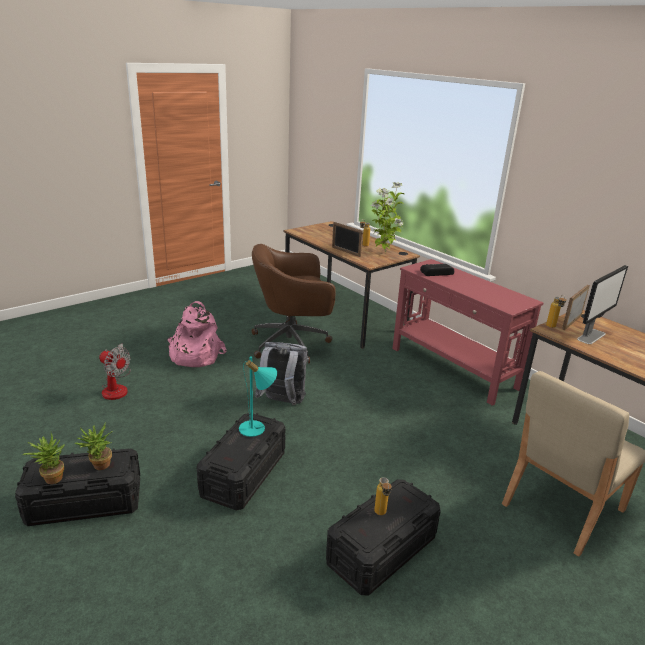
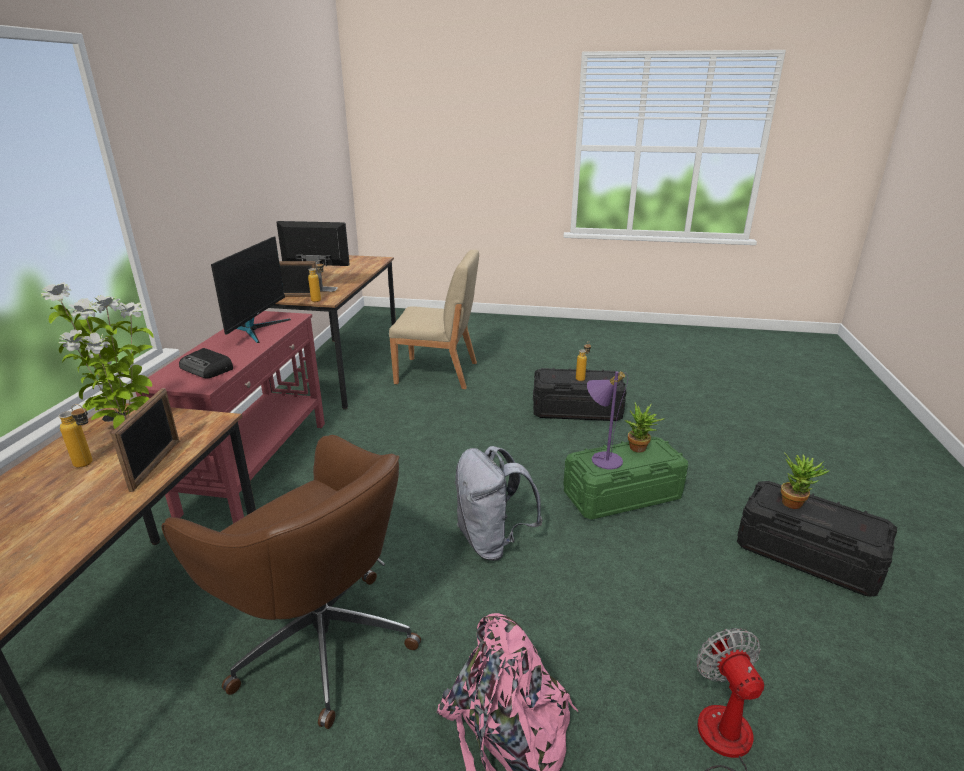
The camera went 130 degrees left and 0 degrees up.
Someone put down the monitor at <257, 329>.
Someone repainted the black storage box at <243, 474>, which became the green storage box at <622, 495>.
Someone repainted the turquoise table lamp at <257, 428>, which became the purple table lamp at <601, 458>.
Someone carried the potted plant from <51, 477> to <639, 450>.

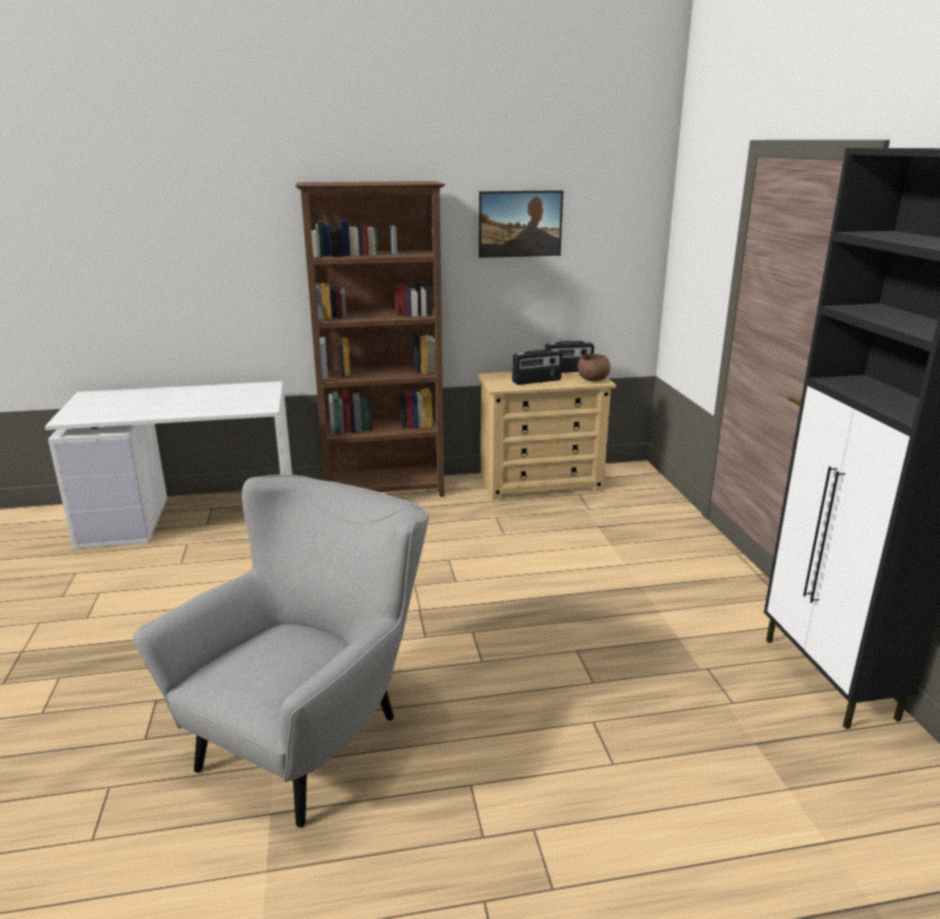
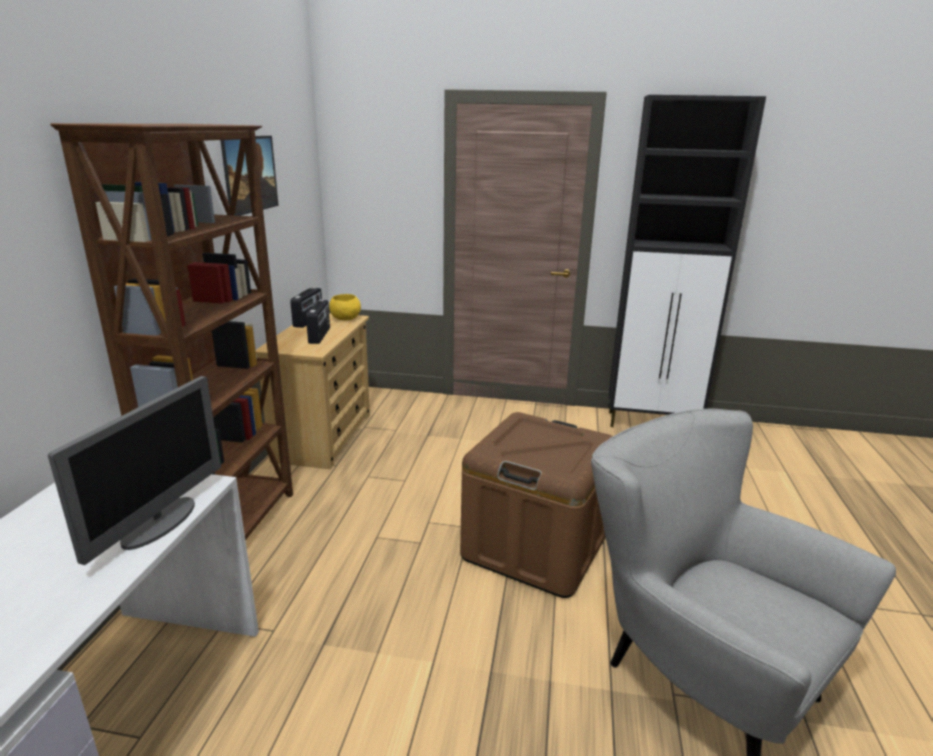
The camera went 70 degrees left and 0 degrees up.
Someone put down the monitor at <160, 522>.
Someone repainted the brown bowl at <592, 379>, which became the yellow bowl at <345, 319>.
Someone put down the brown storage box at <535, 546>.

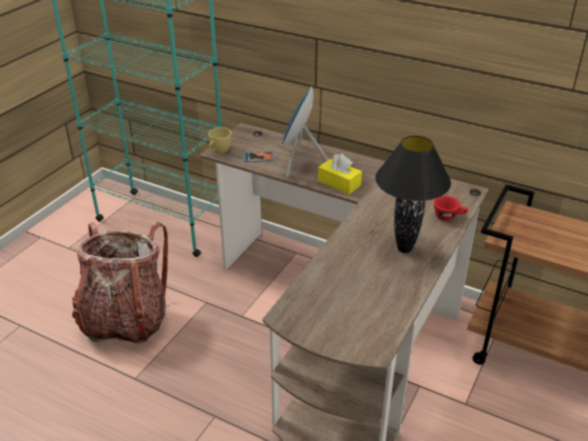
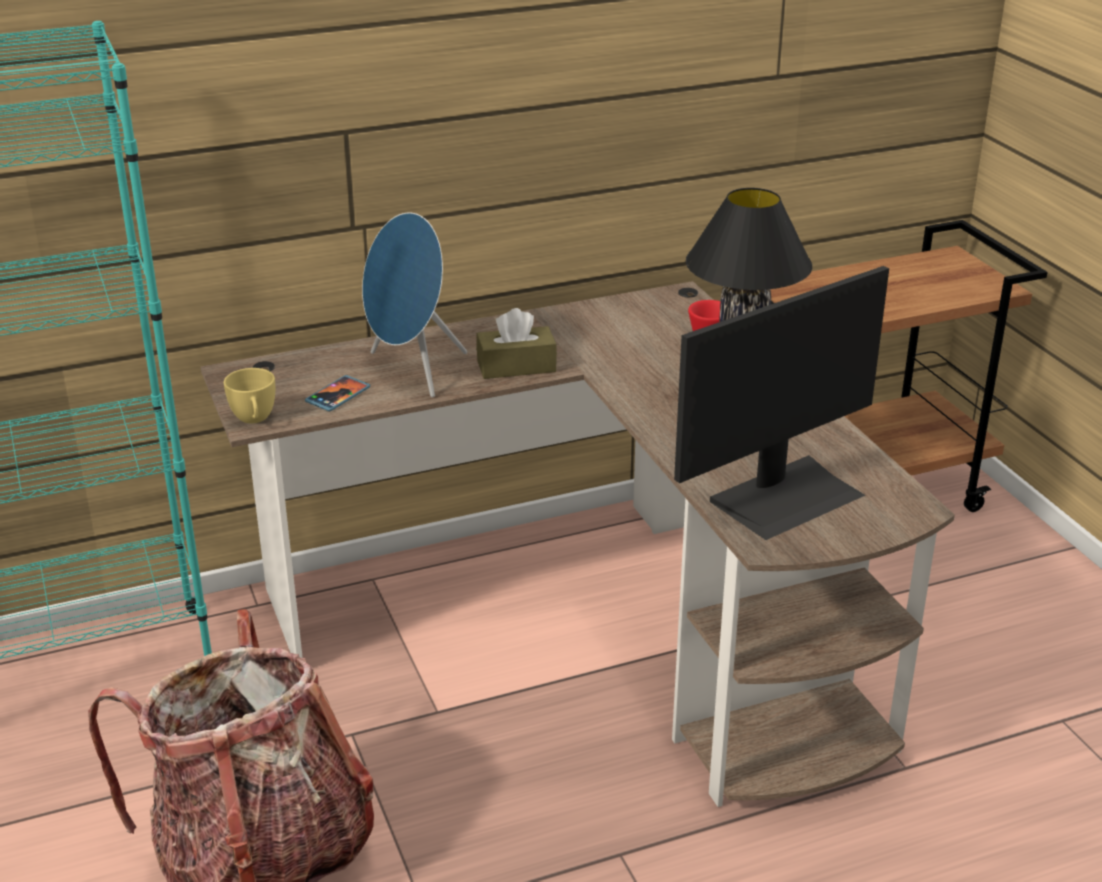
The camera went 50 degrees left and 5 degrees down.
Someone repainted the yellow tissue box at <339, 183>, which became the brown tissue box at <516, 366>.
Someone put down the monitor at <785, 496>.

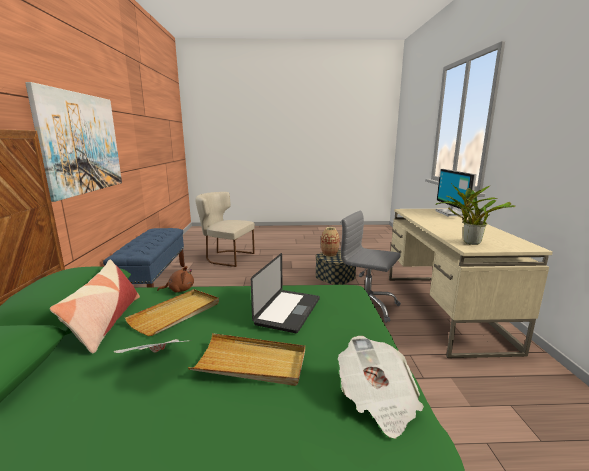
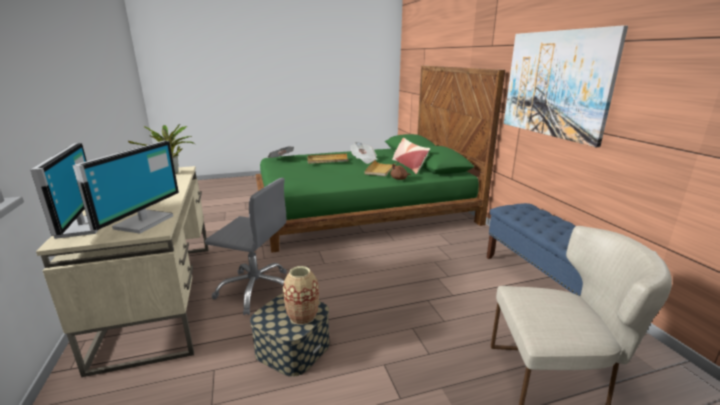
The camera went 165 degrees right and 5 degrees up.
Someone put down the monitor at <142, 222>.
Someone took away the laptop at <288, 311>.

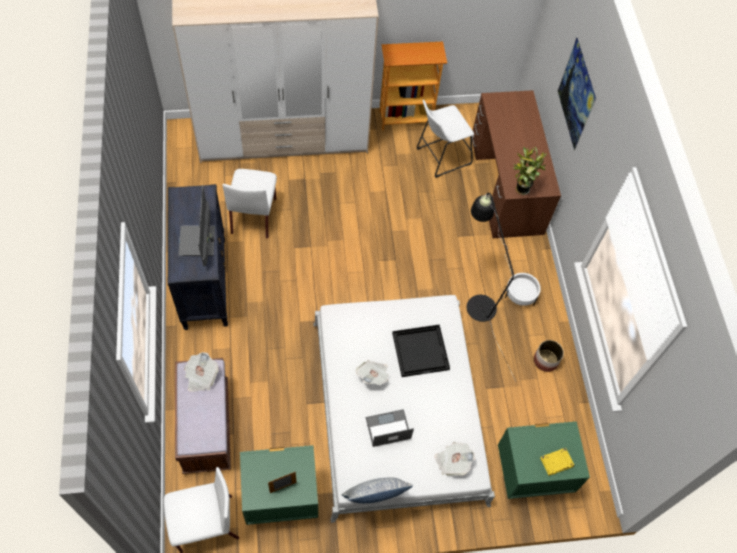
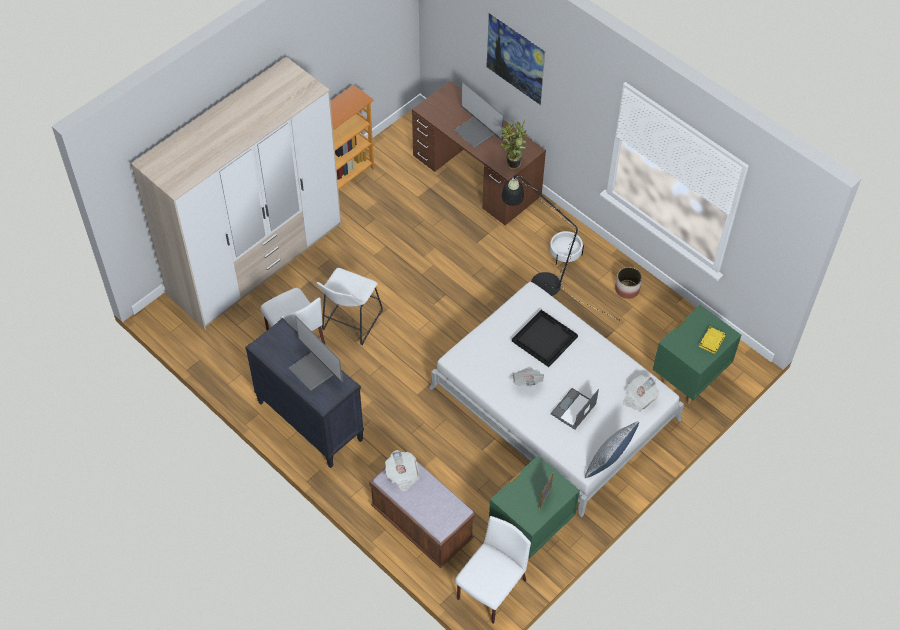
The camera went 35 degrees left and 5 degrees down.
Someone carried the white stool from <440, 157> to <350, 323>.
Someone put down the monitor at <476, 131>.

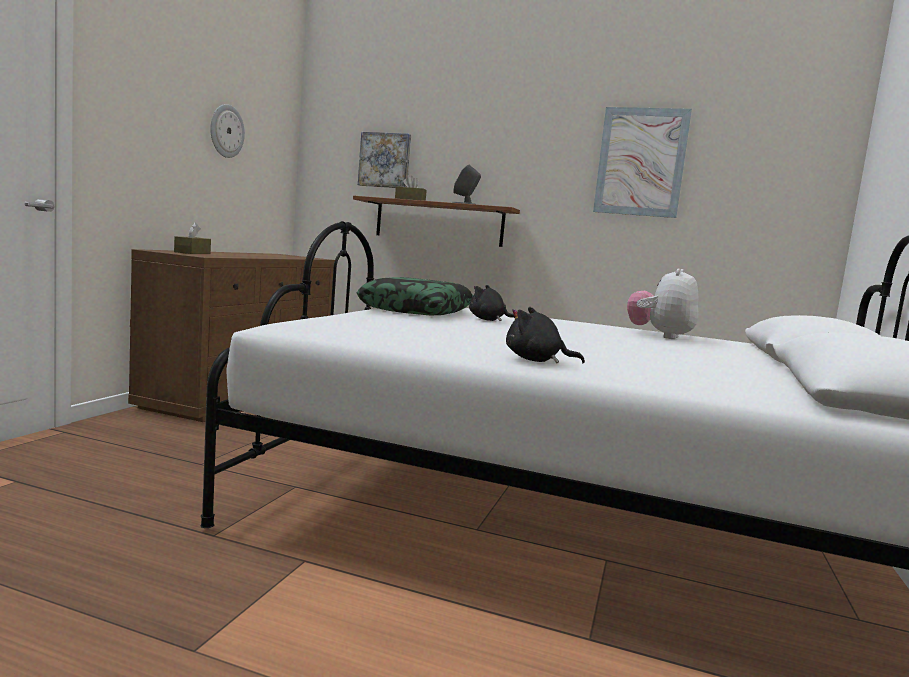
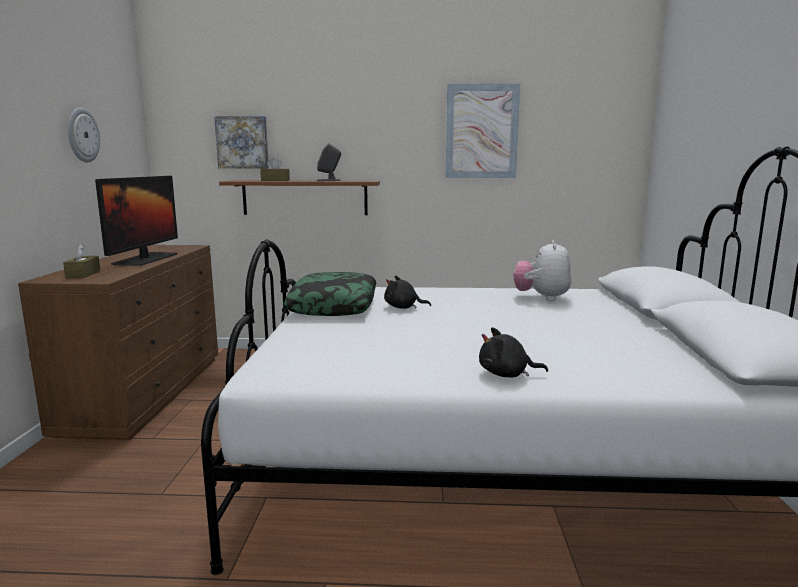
The camera went 15 degrees left and 5 degrees up.
Someone put down the monitor at <146, 259>.

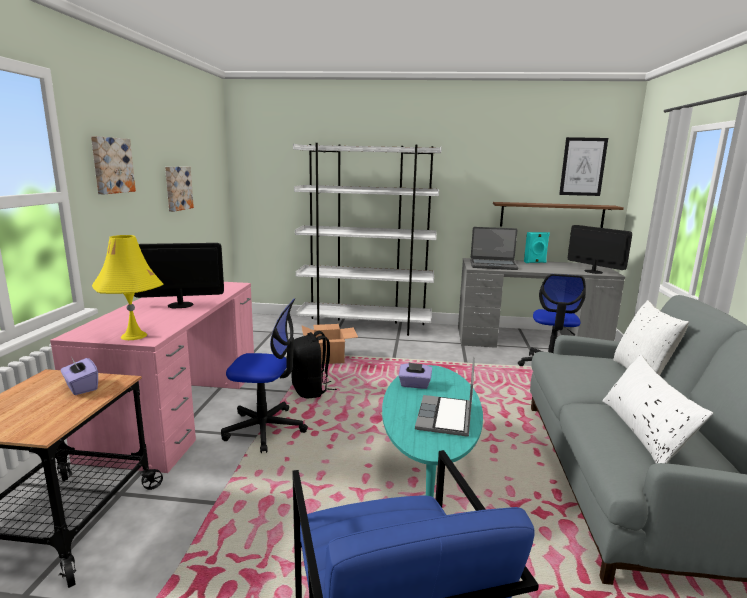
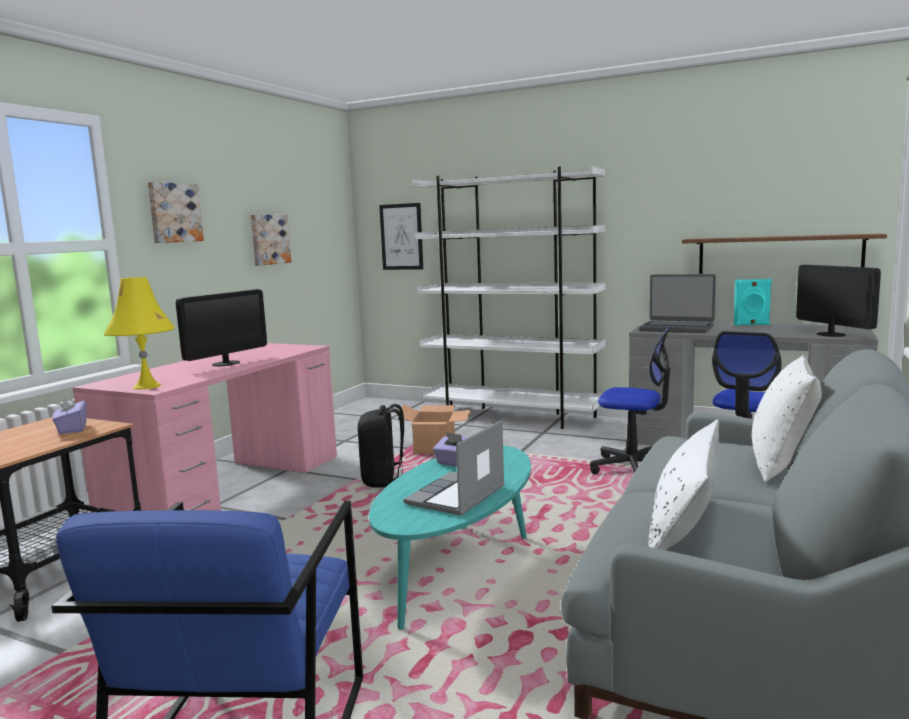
The camera went 20 degrees right and 5 degrees down.
Someone rotated the monitor at <180, 305> by 120 degrees clockwise.
Someone carried the picture from <583, 166> to <401, 237>.
Someone carried the office chair from <265, 429> to <634, 469>.

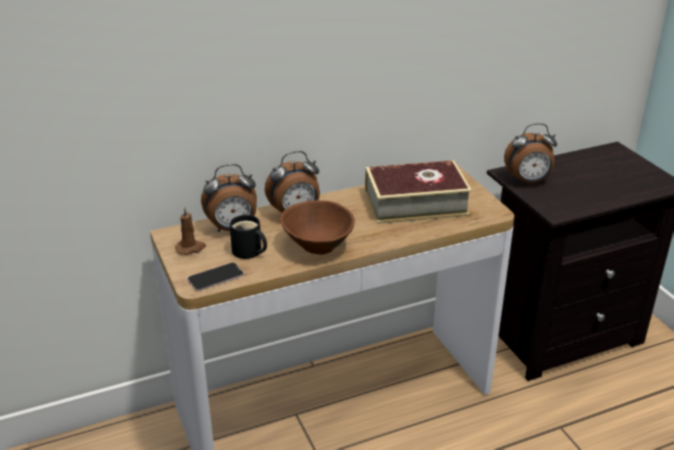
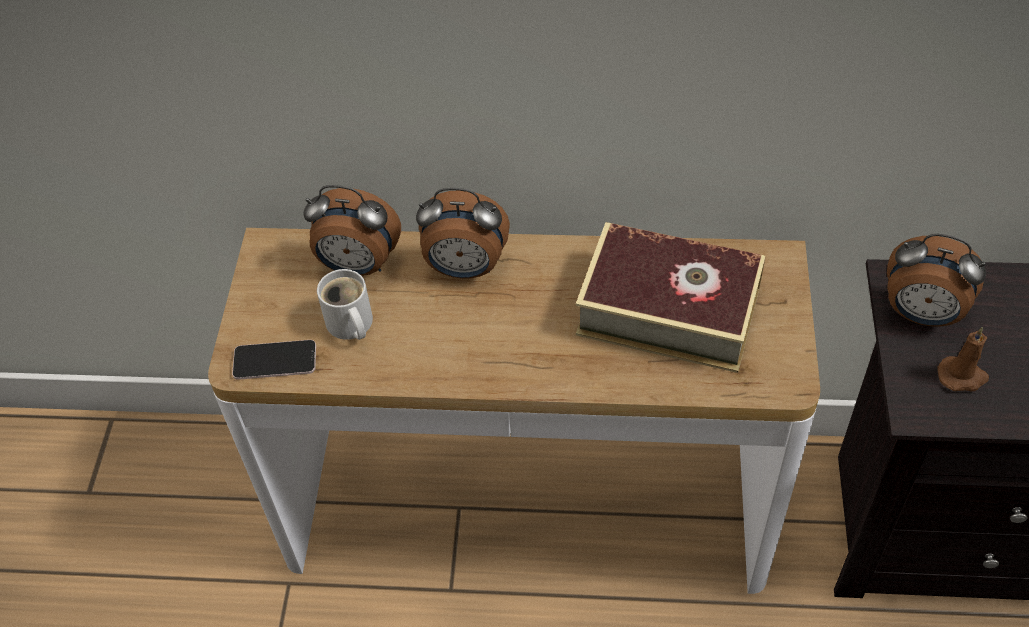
The camera went 30 degrees right and 20 degrees up.
Someone repainted the black mug at <248, 252>, which became the white mug at <349, 325>.
Someone carried the brown candle from <191, 248> to <962, 376>.
Someone took away the brown bowl at <317, 246>.

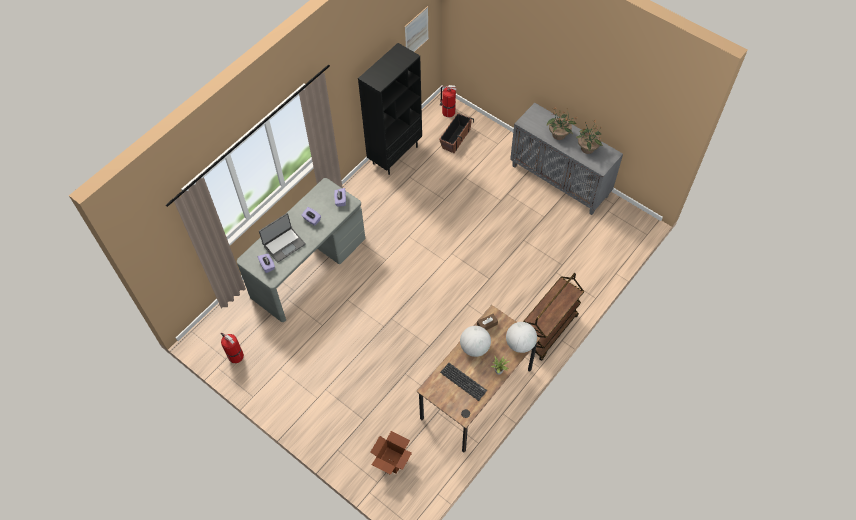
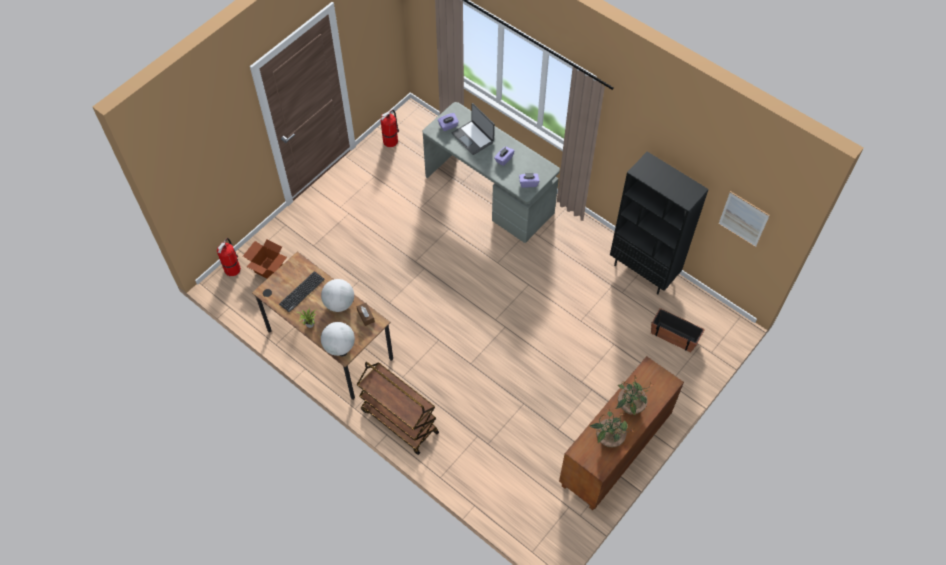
The camera went 90 degrees right and 0 degrees up.
Someone carried the fire extinguisher from <448, 112> to <232, 268>.
Someone repainted the grey cabinet at <560, 181>, which became the brown cabinet at <614, 453>.

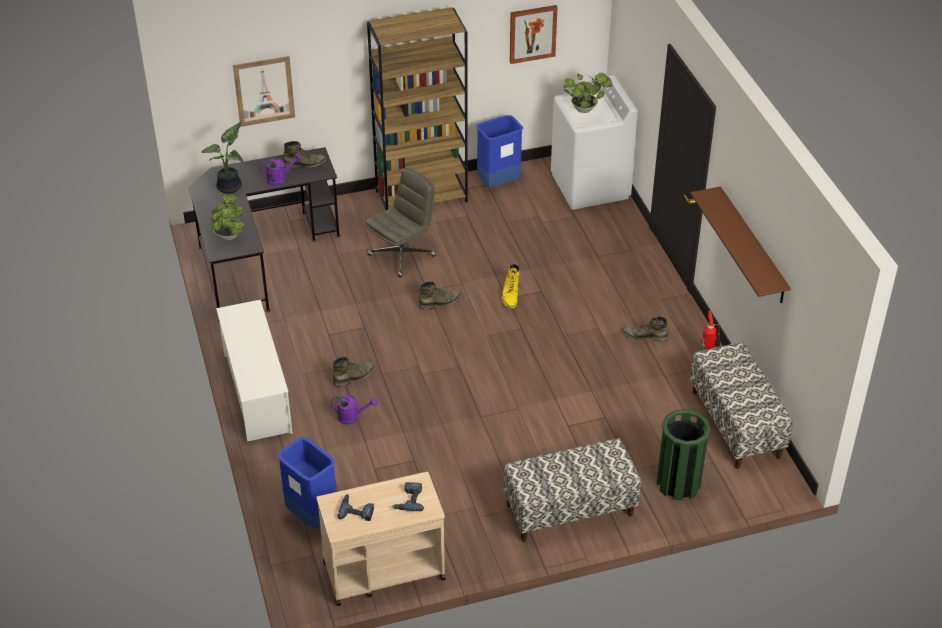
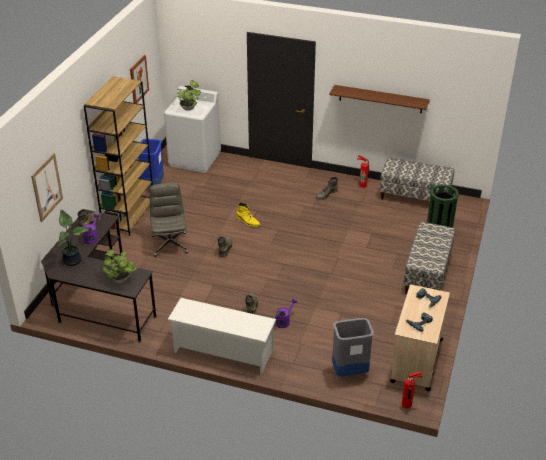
The camera went 55 degrees left and 5 degrees down.
Someone repainted the blue trash can at <312, 516>, which became the grey trash can at <350, 371>.
Someone put down the fire extinguisher at <407, 405>.

